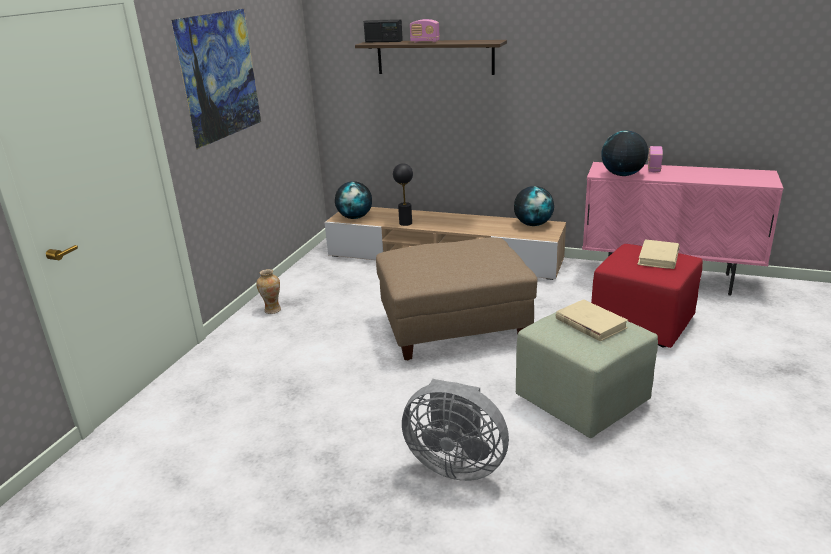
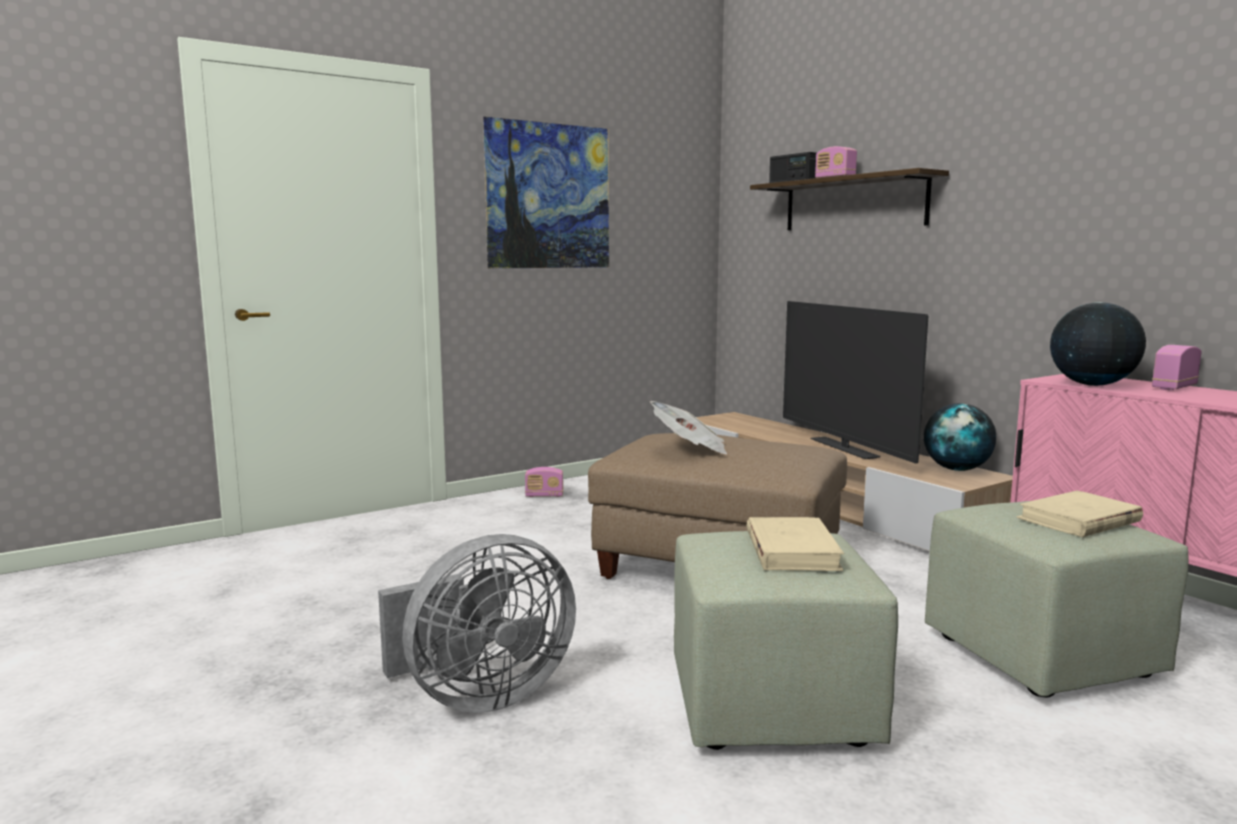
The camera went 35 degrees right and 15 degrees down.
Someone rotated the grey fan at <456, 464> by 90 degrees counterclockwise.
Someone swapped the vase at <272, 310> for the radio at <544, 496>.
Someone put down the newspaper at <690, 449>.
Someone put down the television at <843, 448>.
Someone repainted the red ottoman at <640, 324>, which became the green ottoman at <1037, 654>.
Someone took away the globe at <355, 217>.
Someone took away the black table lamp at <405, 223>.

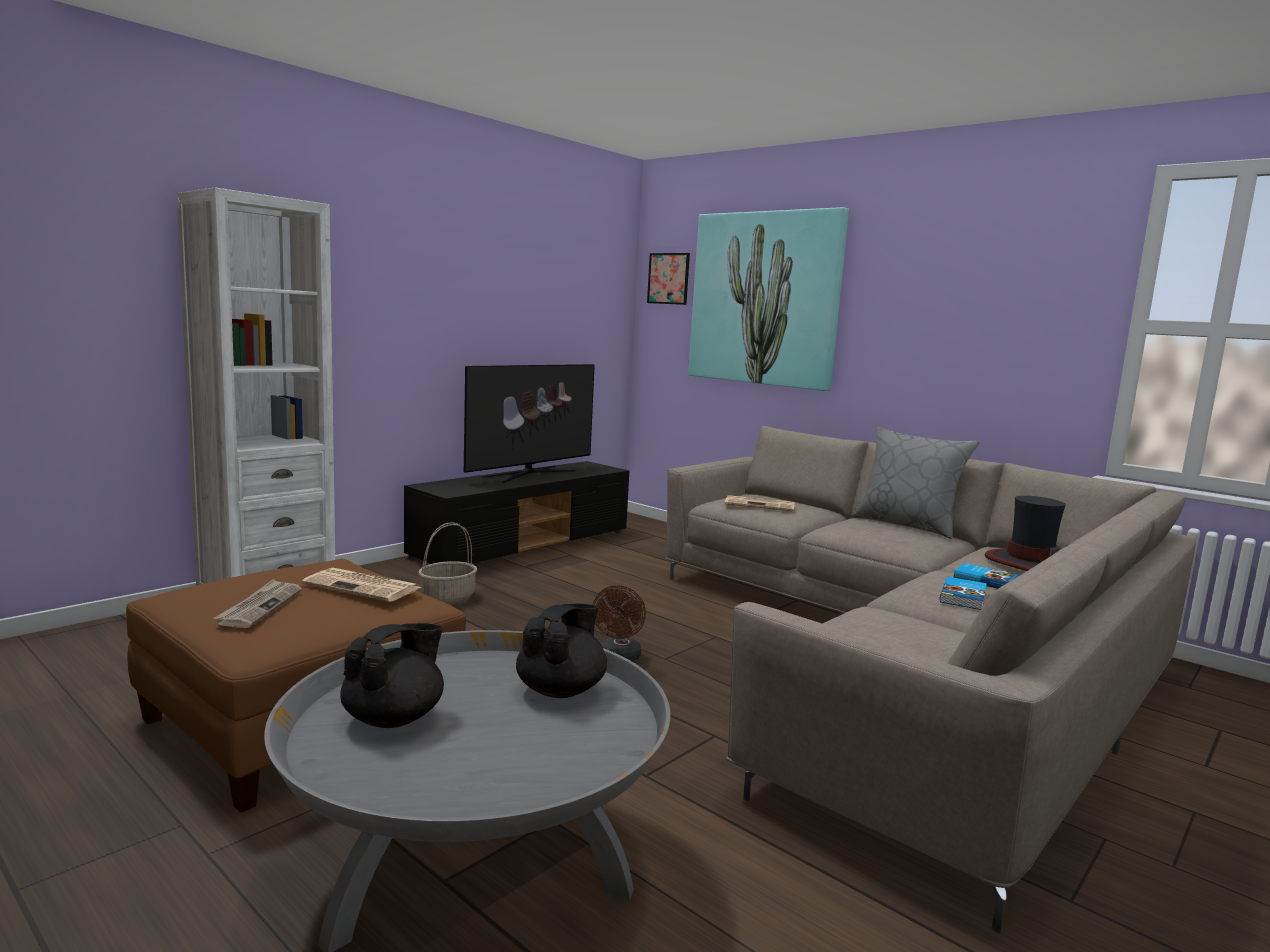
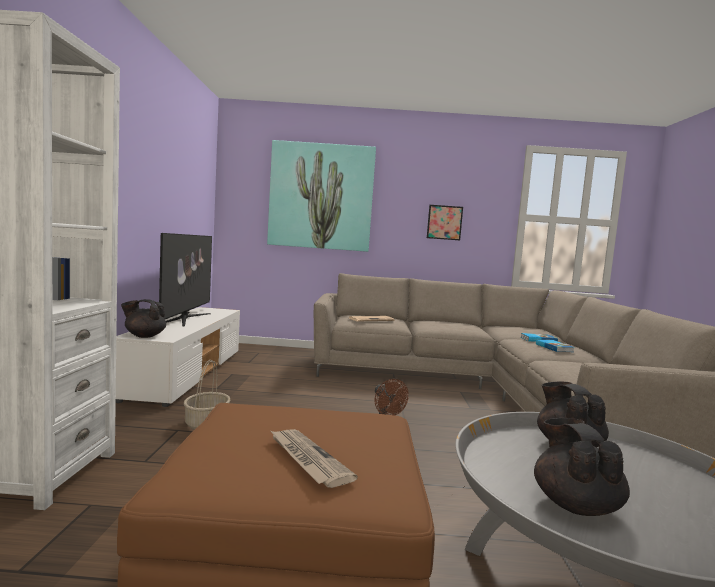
The camera went 40 degrees left and 5 degrees down.
Someone repainted the black tv stand at <524, 543>, which became the white tv stand at <186, 373>.
Someone put down the black teapot at <144, 336>.
Someone carried the picture from <668, 278> to <444, 222>.
Someone took away the newspaper at <364, 586>.
Someone took away the grey pillow at <907, 524>.
Someone took away the hat at <1029, 563>.

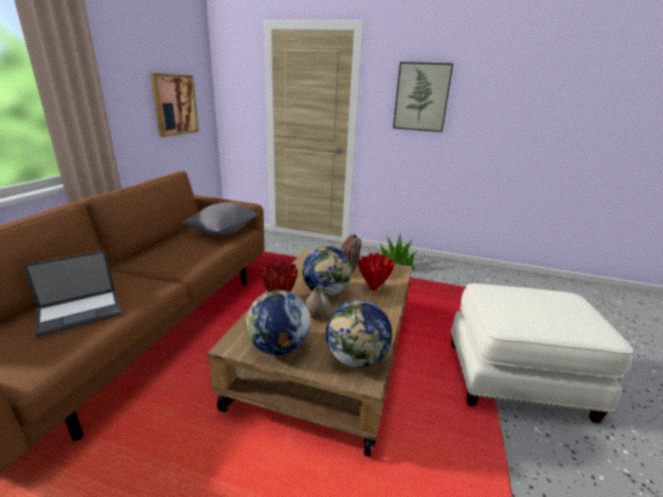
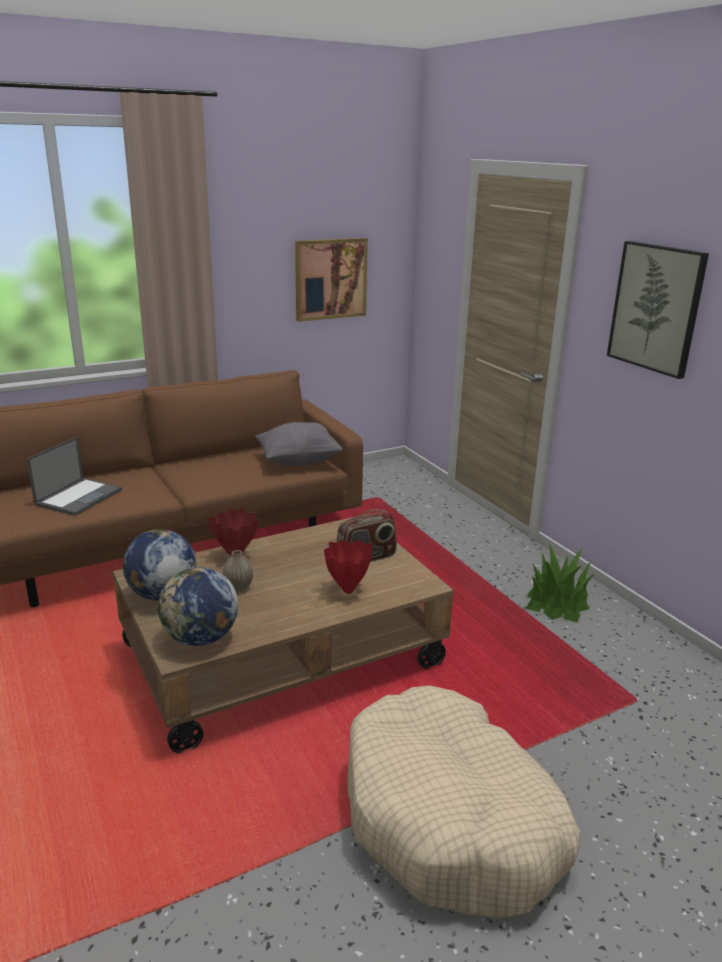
The camera went 45 degrees right and 0 degrees up.
Someone rotated the laptop at <81, 311> by 75 degrees counterclockwise.
Someone swapped the white ottoman at <516, 381> for the beige dog bed at <451, 818>.
Someone took away the globe at <326, 292>.

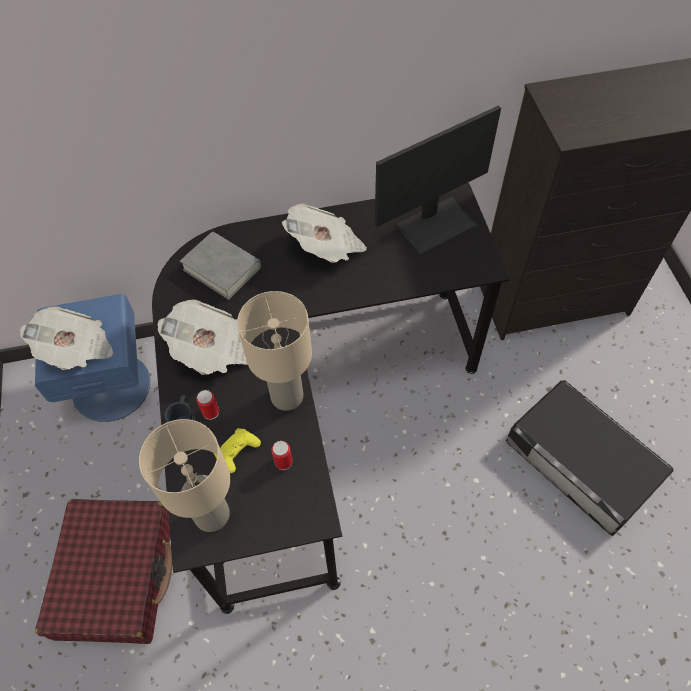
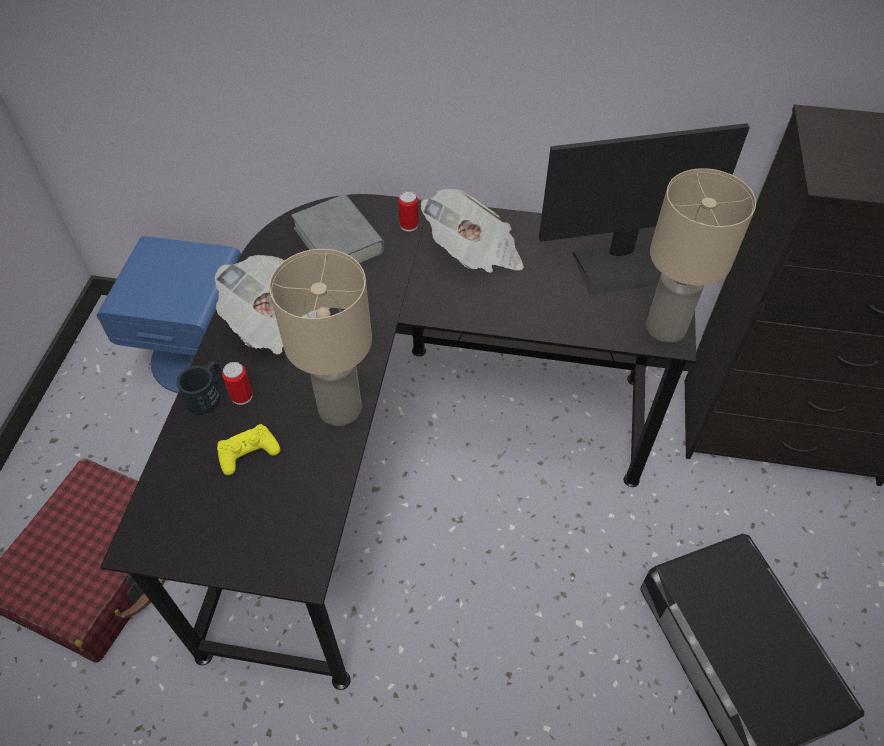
The camera went 20 degrees right and 5 degrees down.
Someone carried the can from <283, 462> to <409, 225>.
Someone carried the beige table lamp from <213, 515> to <666, 329>.
Someone took away the newspaper at <76, 349>.

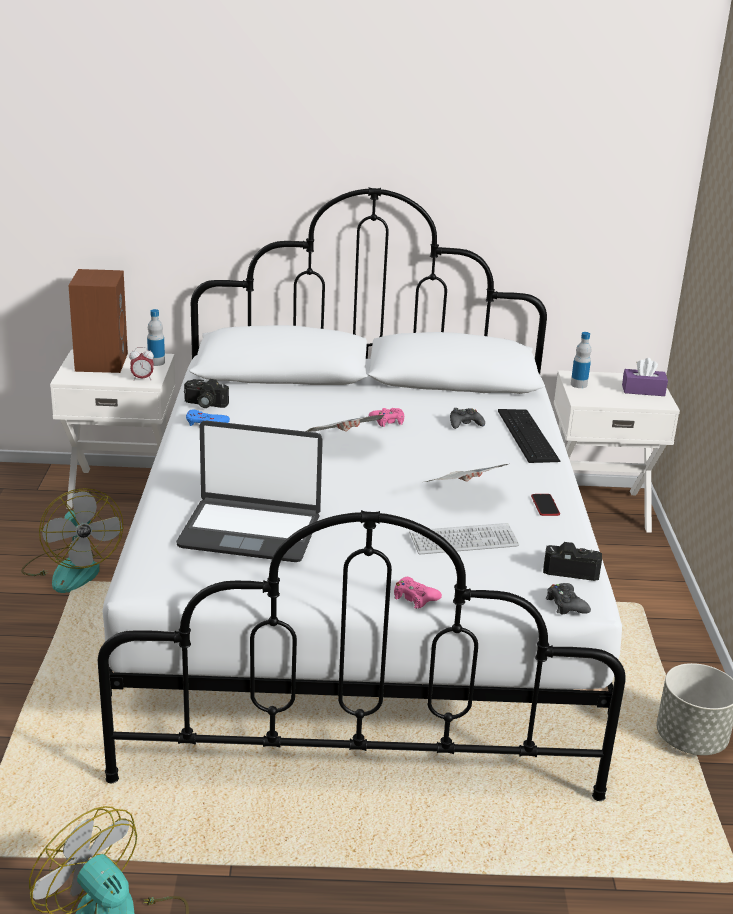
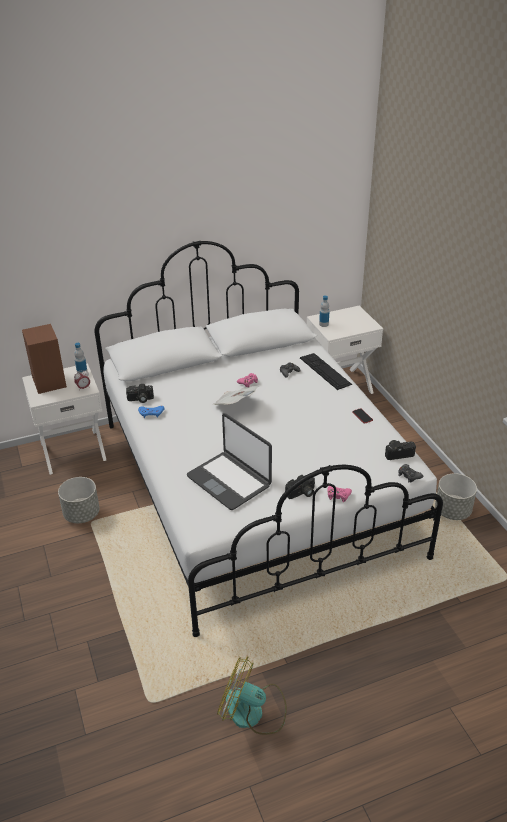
The camera went 20 degrees left and 10 degrees up.
Someone swapped the fan at <71, 569> for the grey planter at <82, 514>.
Someone rotated the laptop at <250, 531> by 60 degrees clockwise.
Someone put down the photo camera at <301, 493>.
Someone took away the keyboard at <463, 541>.
Someone took away the newspaper at <462, 494>.
Someone took away the purple tissue box at <643, 390>.

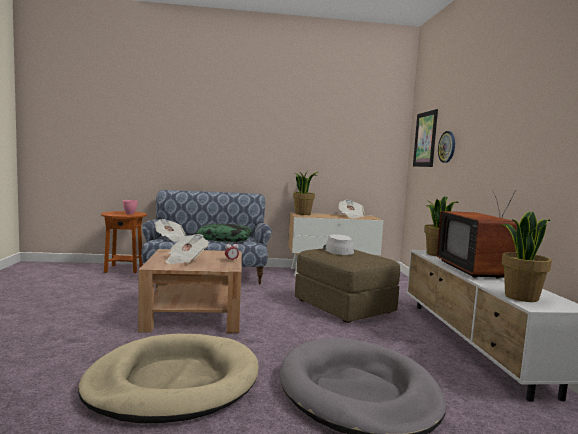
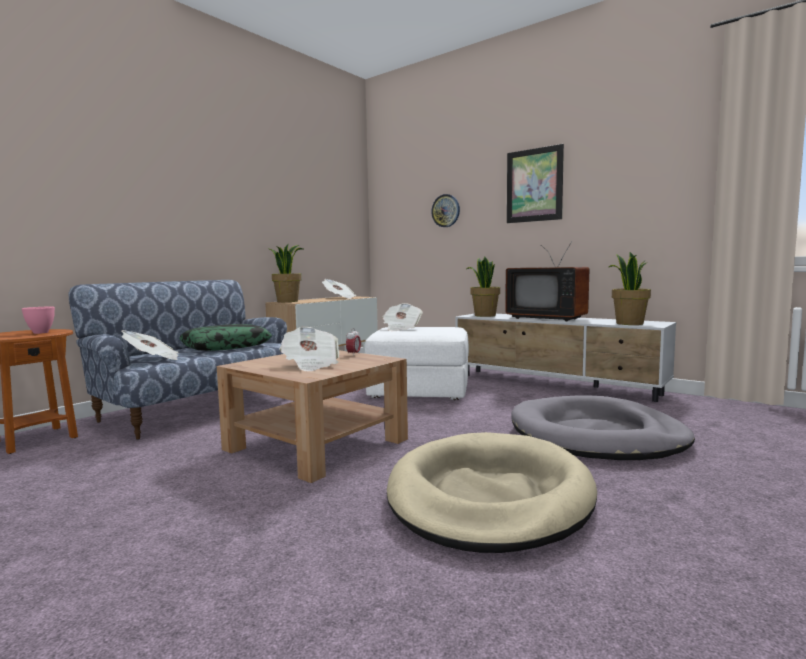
The camera went 45 degrees left and 0 degrees up.
Someone repainted the brown ottoman at <344, 307>, which became the white ottoman at <420, 391>.
Someone swapped the grey hat at <338, 250> for the newspaper at <401, 328>.
Someone carried the picture from <425, 139> to <534, 185>.

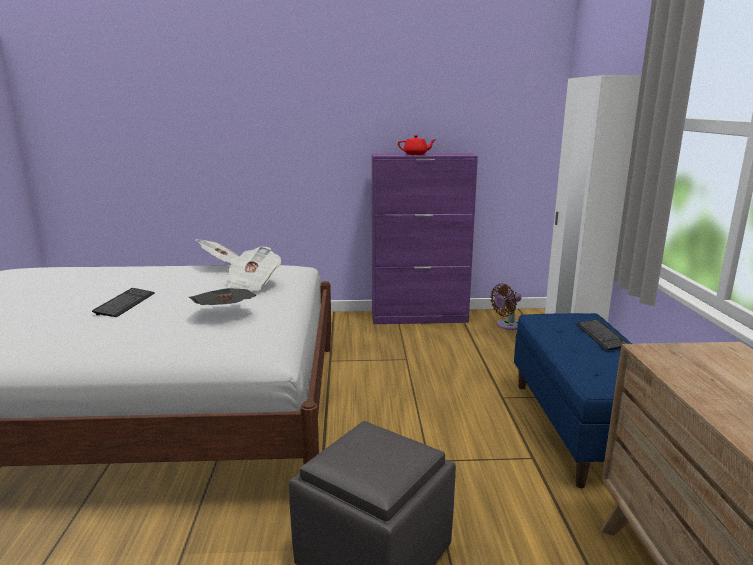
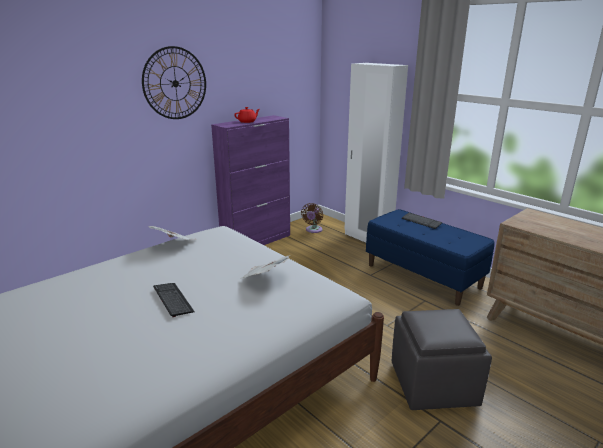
The camera went 40 degrees left and 5 degrees up.
Someone put up the wall clock at <175, 83>.
Someone took away the newspaper at <252, 285>.

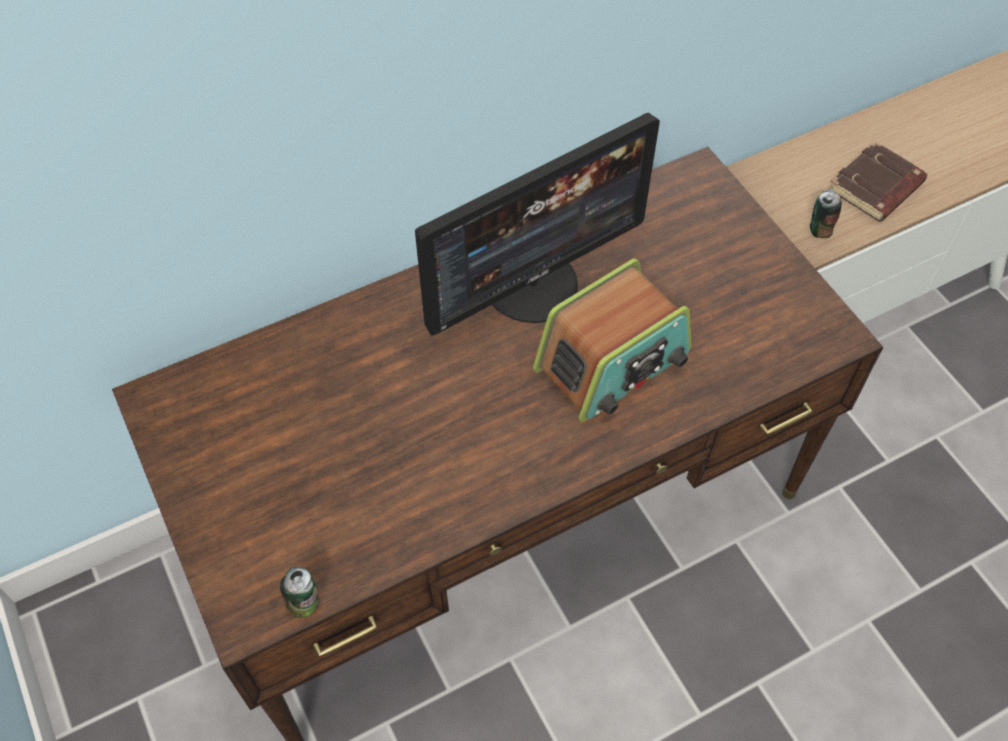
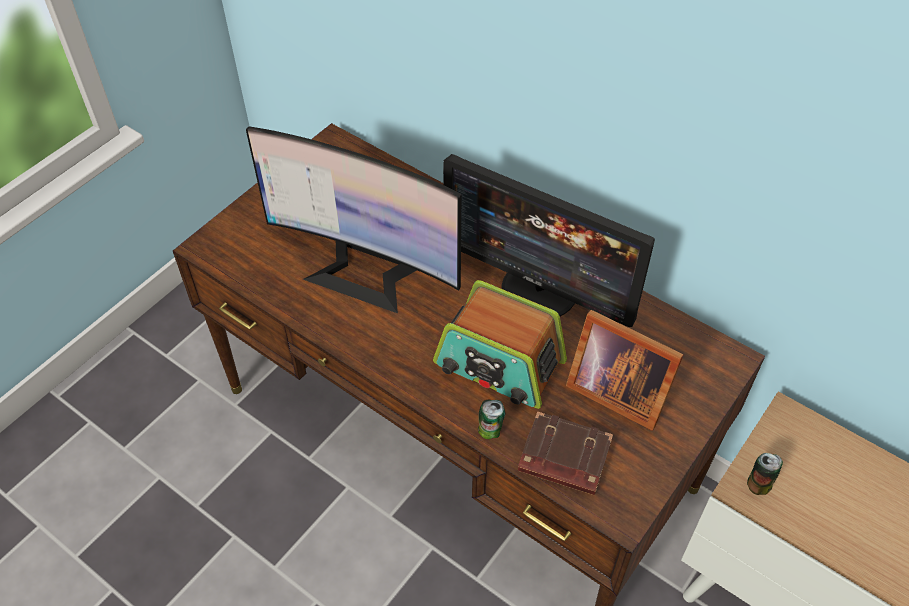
The camera went 65 degrees right and 5 degrees down.
Someone put down the monitor at <365, 271>.
Someone carried the can from <305, 604> to <490, 432>.
Someone carried the brown book from <876, 188> to <563, 458>.
Someone put down the picture frame at <615, 389>.

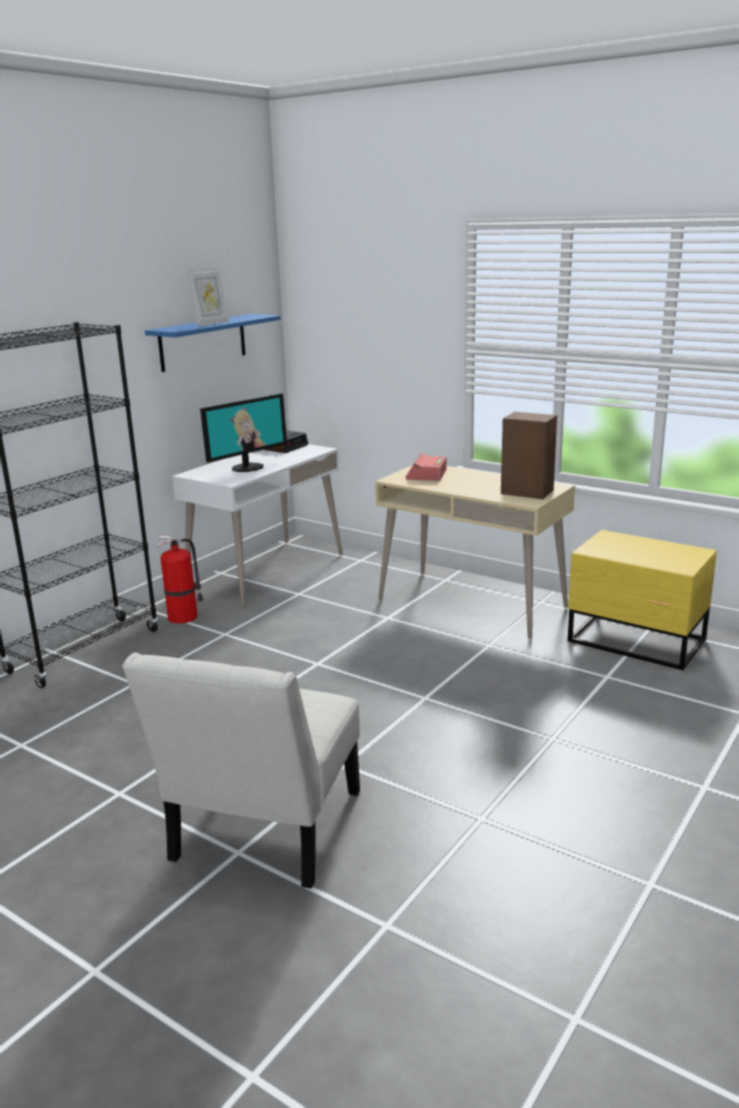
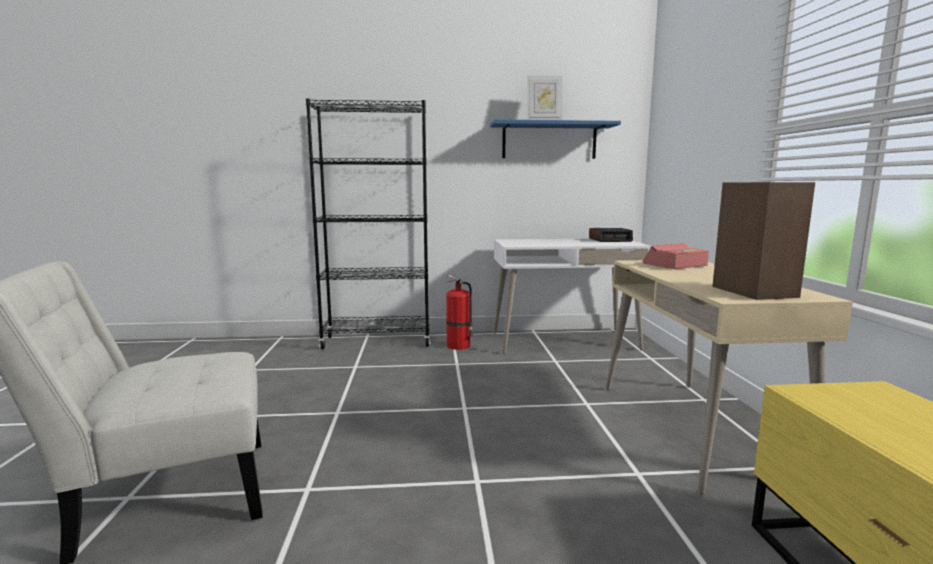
The camera went 50 degrees right and 10 degrees down.
Someone took away the monitor at <247, 467>.

